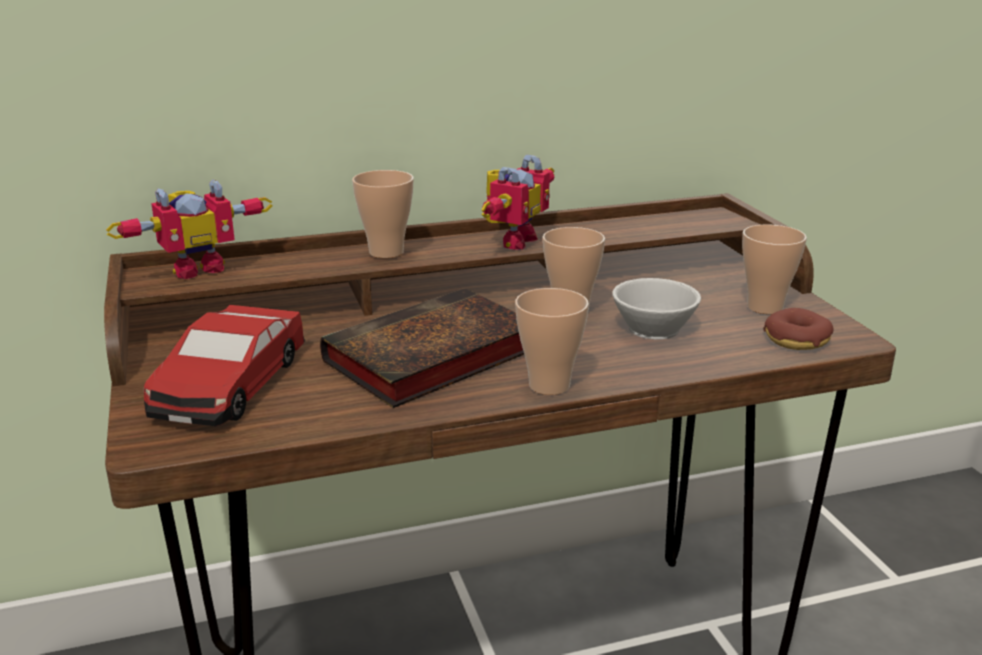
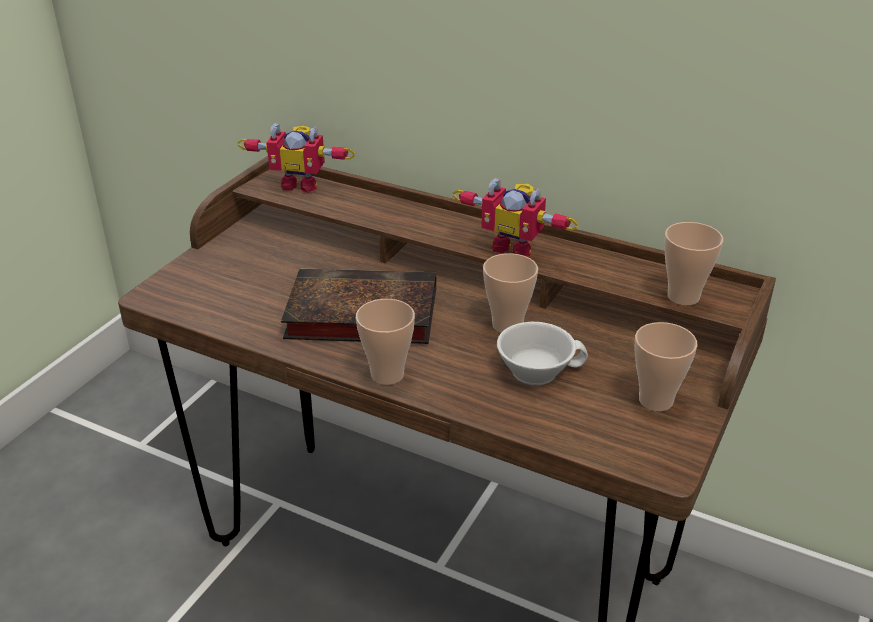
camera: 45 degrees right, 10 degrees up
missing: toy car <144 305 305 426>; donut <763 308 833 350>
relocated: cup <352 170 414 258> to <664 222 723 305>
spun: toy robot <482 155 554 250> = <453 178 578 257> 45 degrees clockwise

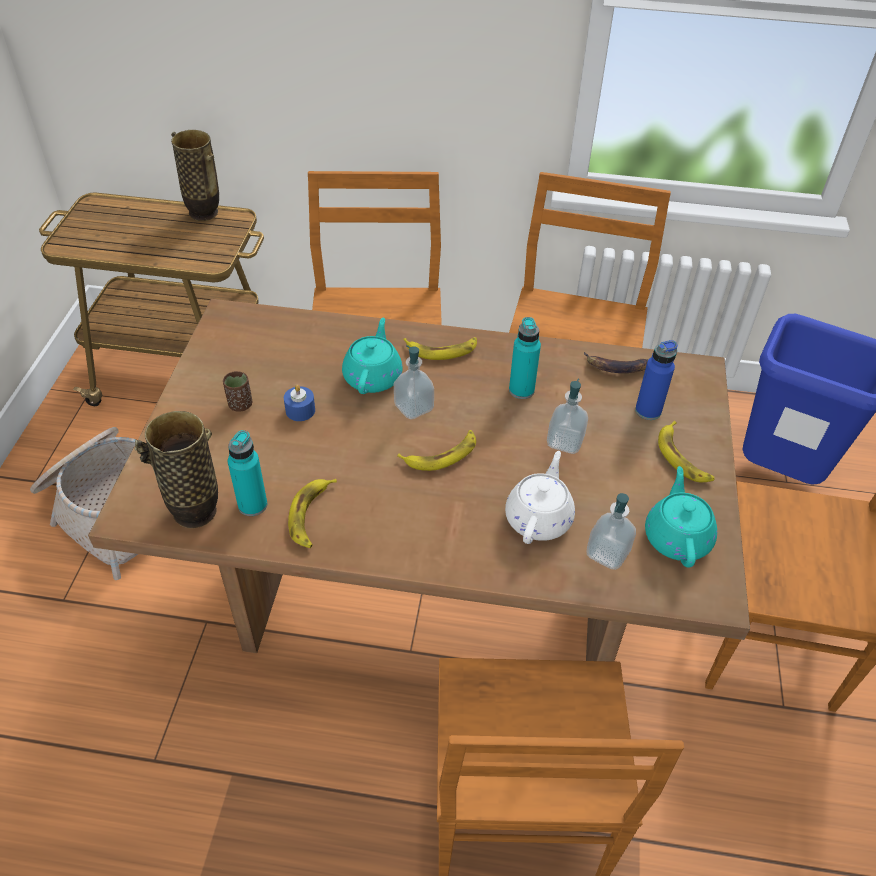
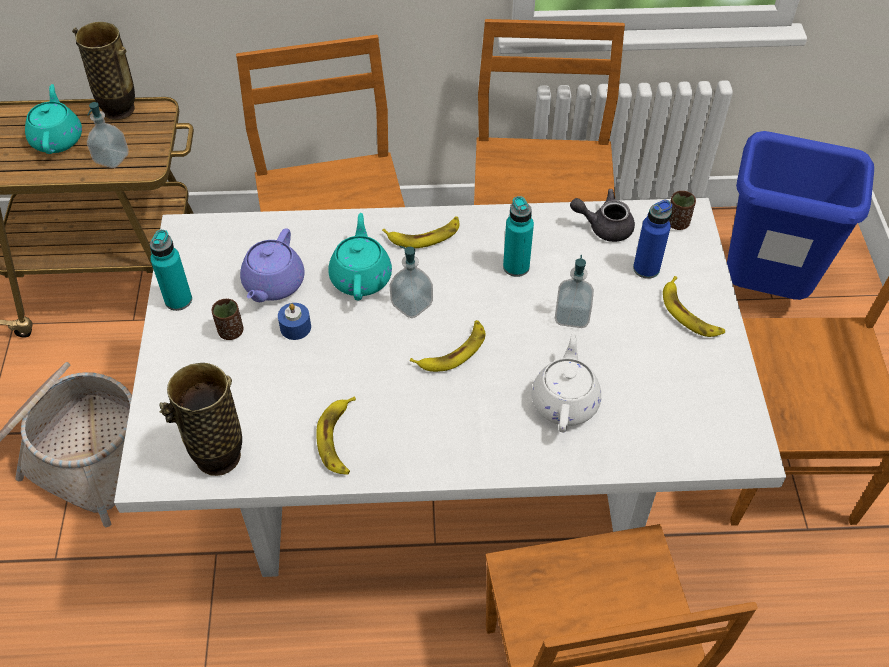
camera: 10 degrees left, 5 degrees up
appeared: brown cup <669 191 696 230>; purple teapot <240 228 305 302>
relocated: turquoise bottle <228 430 267 516> to <150 230 192 311>; turquoise teapot <645 466 717 568> to <25 84 82 154>; soap dispenser <586 493 636 570> to <87 102 129 168>
exchanged: banana <584 352 648 373> to grey teapot <570 189 635 242>
colour: brown dining table <88 299 750 662> to white dining table <114 198 786 577>

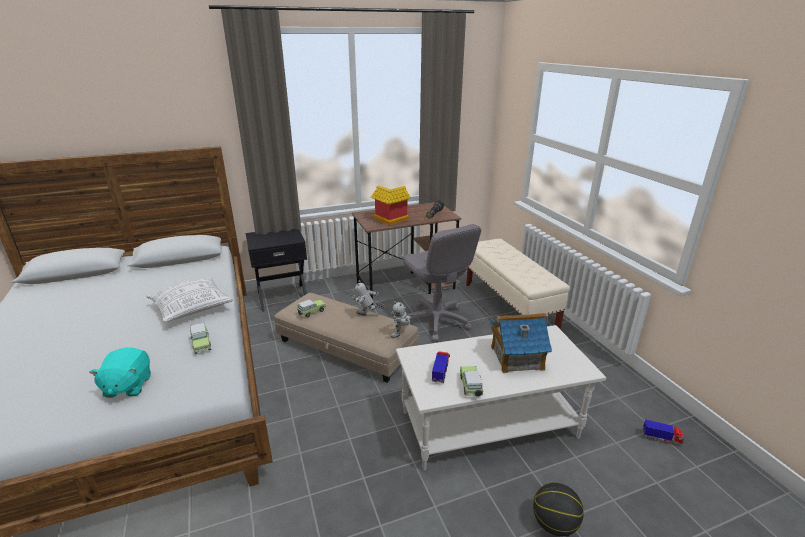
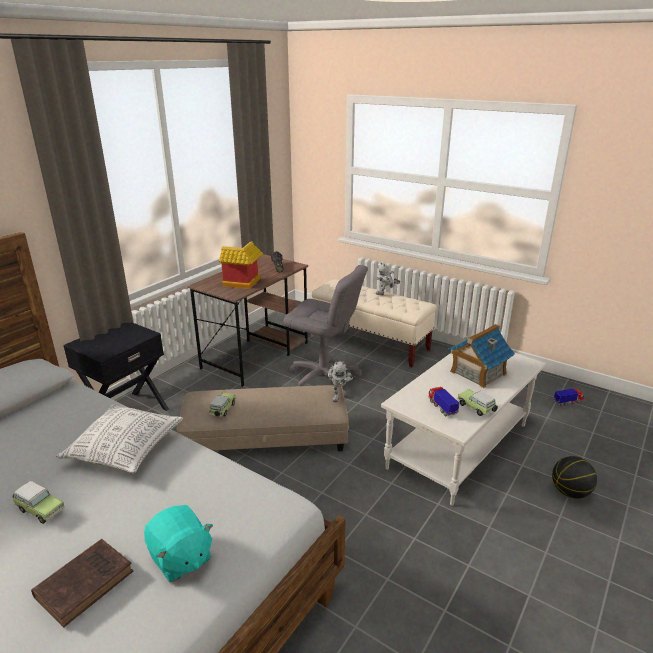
camera: 35 degrees left, 0 degrees up
appeared: brown book <31 539 133 628>
relocated: toy robot <352 280 385 316> to <376 262 401 295>; toy car <190 323 211 354> to <13 481 65 524>

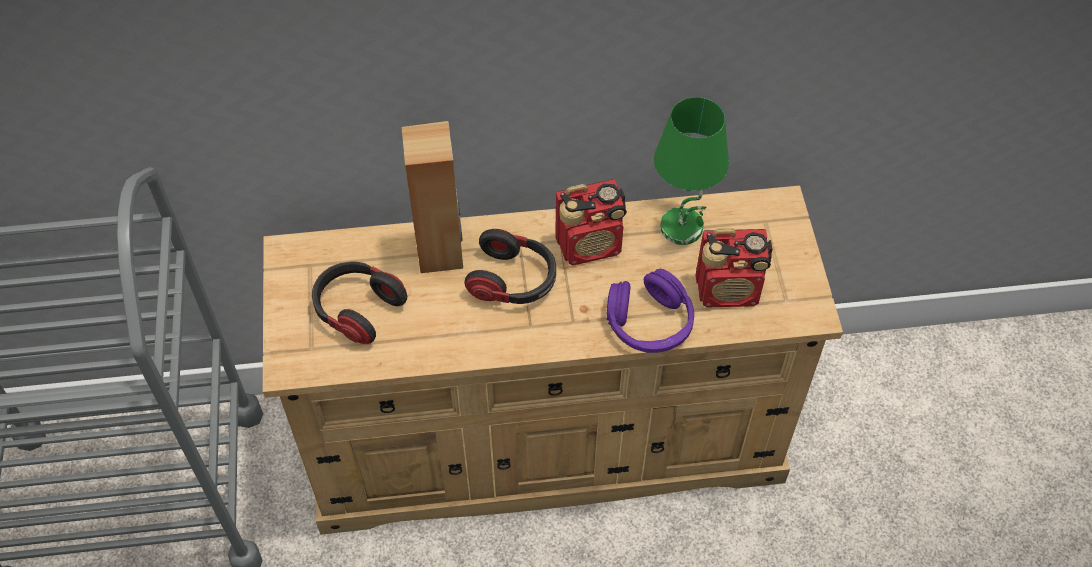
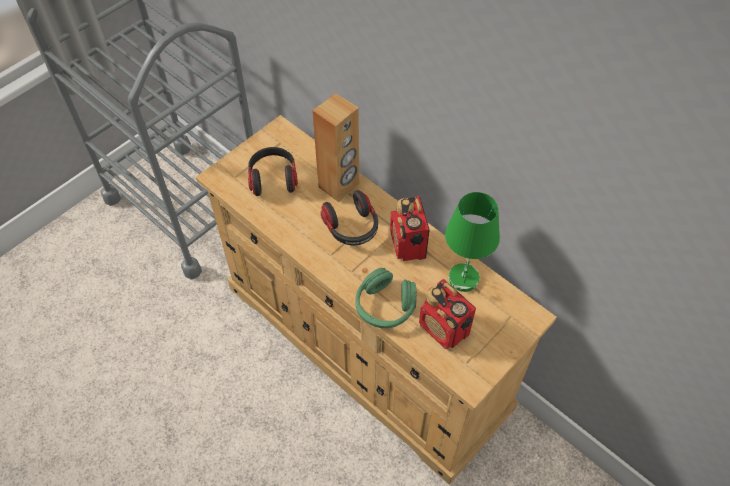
camera: 50 degrees right, 0 degrees up
colour: purple headphones <607 269 694 353> to green headphones <355 268 417 328>
spun: radio <555 179 627 266> = <390 196 430 261> 45 degrees clockwise

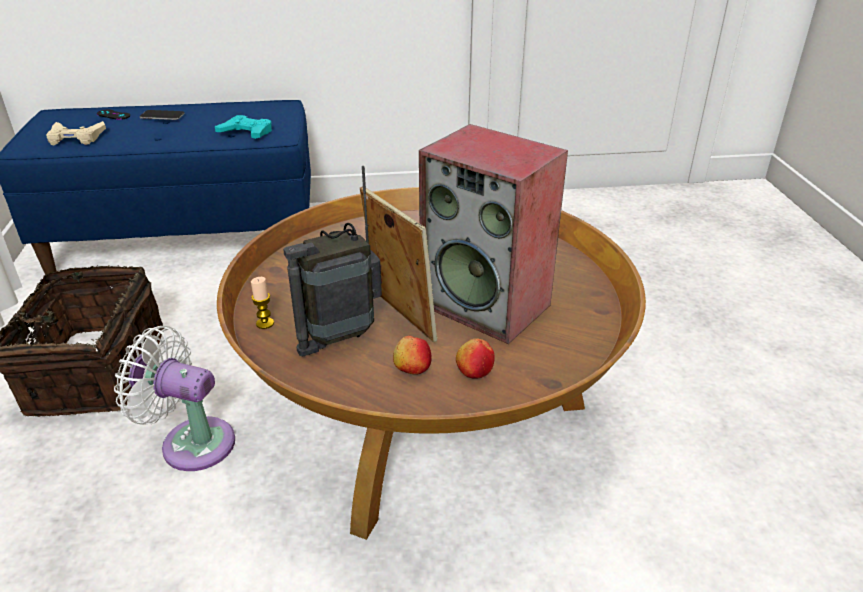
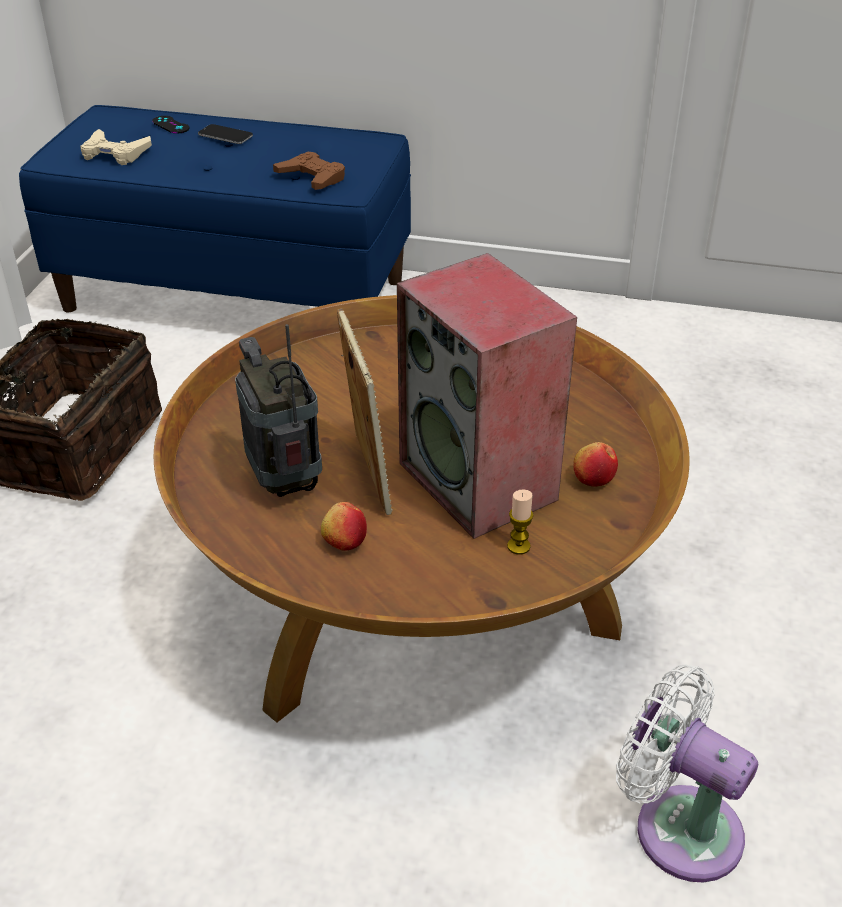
camera: 20 degrees right, 5 degrees up
relocated: candle <251 277 274 329> to <507 489 533 555>; white fan <114 326 235 471> to <616 665 758 882>; apple <456 338 495 379> to <573 442 618 487>
colour: turquoise game controller <215 115 272 139> to brown game controller <273 152 345 190>
spun: radio <283 166 382 356> = <235 324 322 497> 75 degrees clockwise

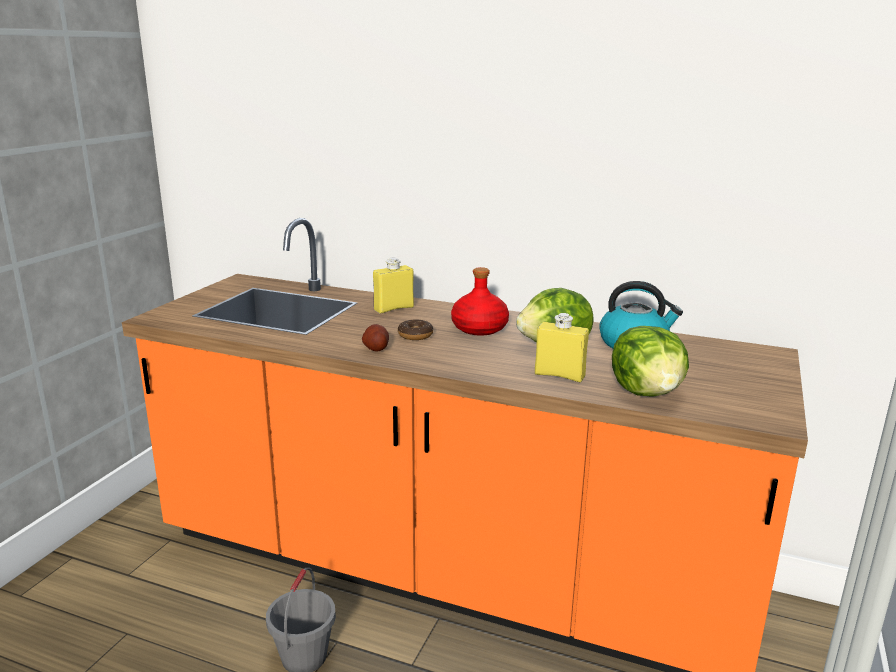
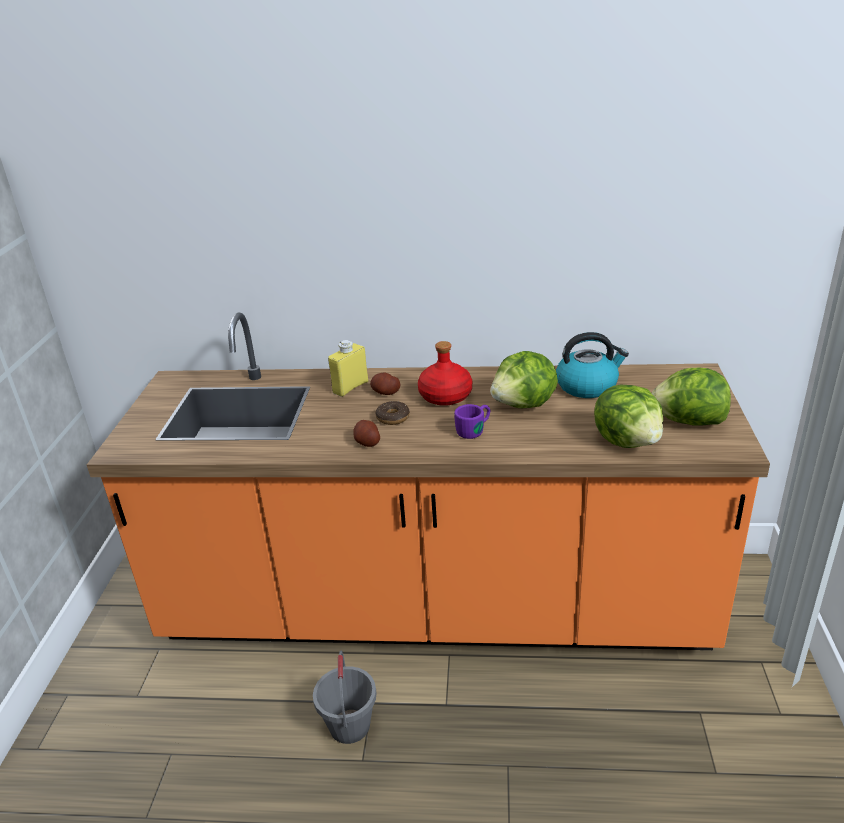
camera: 15 degrees left, 10 degrees up
missing: yellow bottle <535 313 589 382>
appeared: lettuce <652 368 731 426>; potato <370 373 400 395>; purple mug <454 404 491 439>

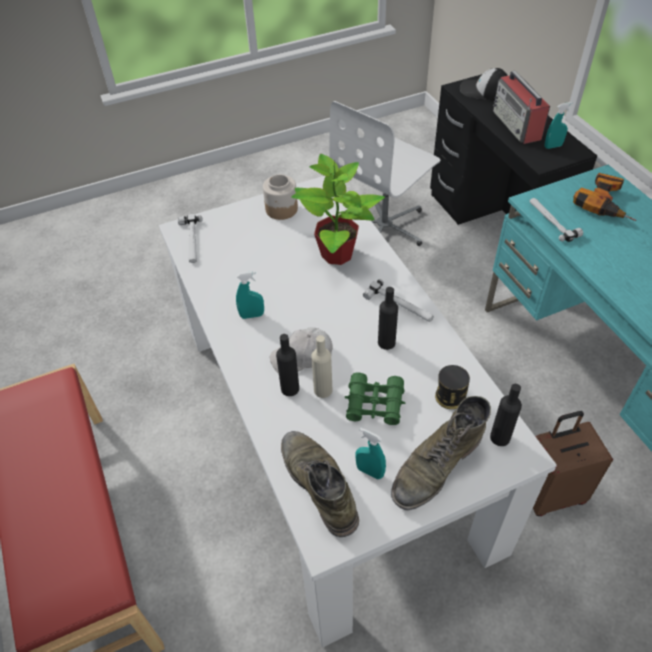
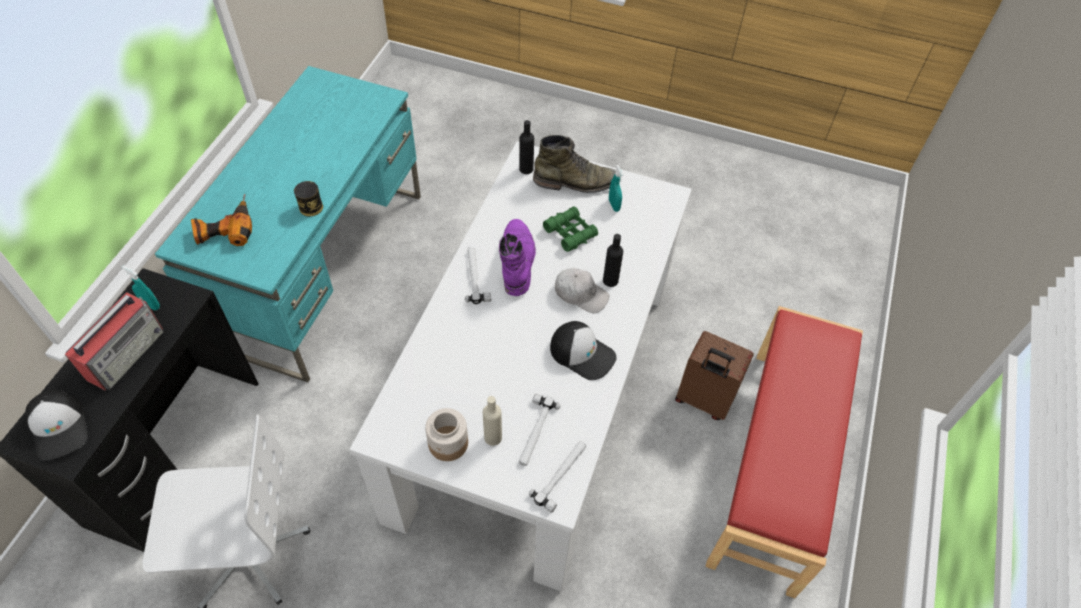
camera: 140 degrees left, 5 degrees up
missing: potted plant <292 154 385 265>; green boot <281 431 359 537>
relocated: hammer <530 198 583 242> to <519 394 561 466>; beige bottle <312 335 332 398> to <483 396 502 446>; can <435 365 470 409> to <294 181 323 217>; brown suitcase <533 411 613 516> to <675 331 754 420>
exchanged: turquoise spray bottle <236 271 264 319> to cap <550 321 617 380>; black bottle <378 287 398 350> to purple boot <499 219 536 296>

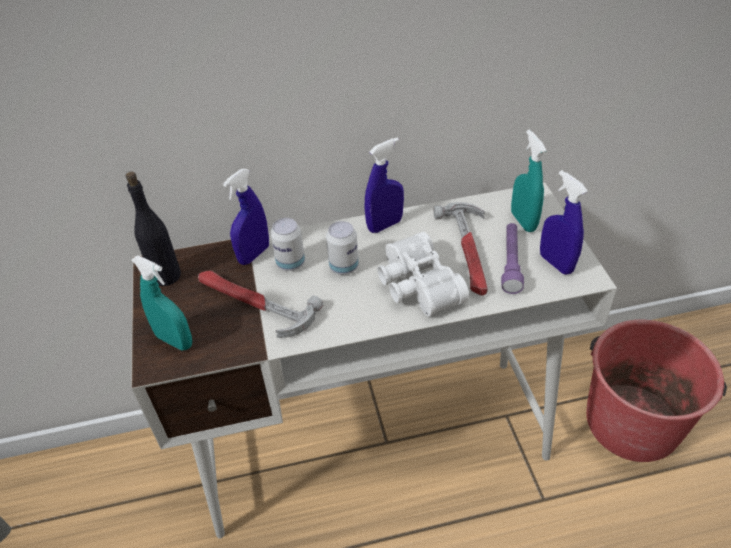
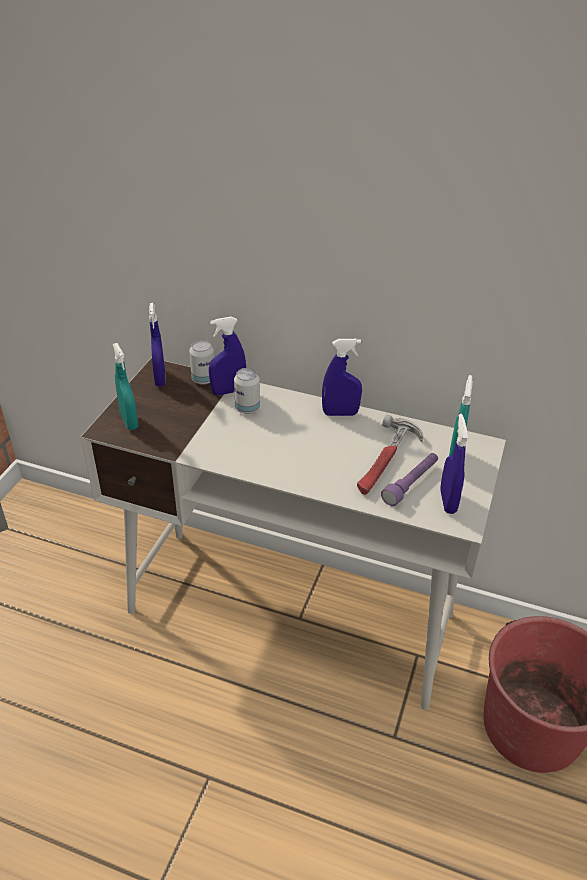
camera: 30 degrees right, 5 degrees down
missing: white binoculars <377 232 469 317>; hammer <198 270 323 338>
relocated: can <326 221 359 275> to <189 340 214 385>
exchanged: black bottle <126 172 181 286> to blue spray bottle <149 303 165 386>

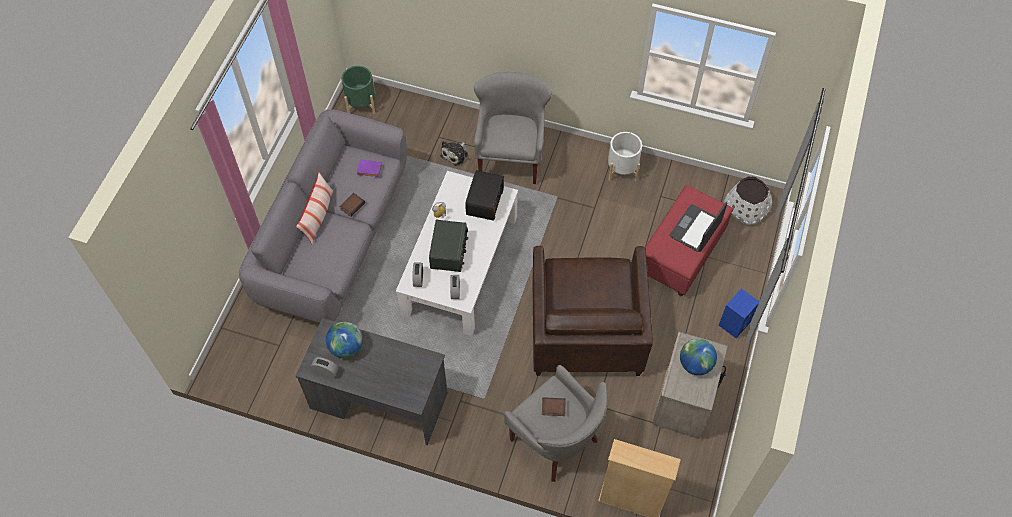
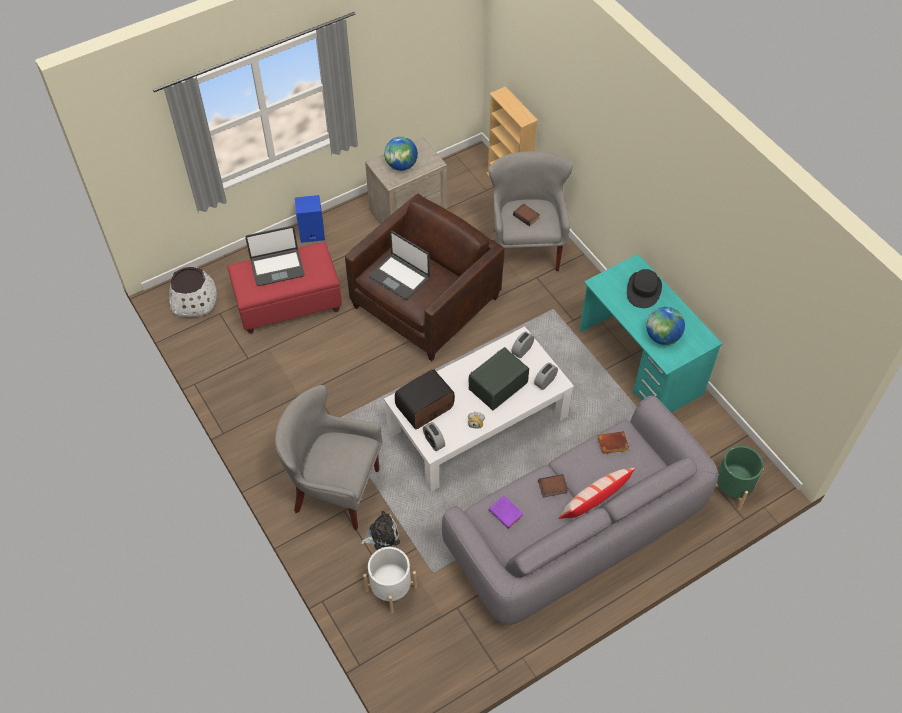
camera: 140 degrees left, 5 degrees down
appeared: laptop <369 231 430 300>; black hat <627 269 662 308>; brown book <598 431 629 454>
relocated: green planter <342 66 375 114> to <715 446 764 510>; white planter <608 132 642 181> to <363 547 417 614>; alarm clock <311 357 338 378> to <423 422 445 451>
colour: grey desk <296 318 447 446> to turquoise desk <579 254 723 413>
spun: grey armchair <474 72 552 184> = <275 385 382 530> 60 degrees clockwise

